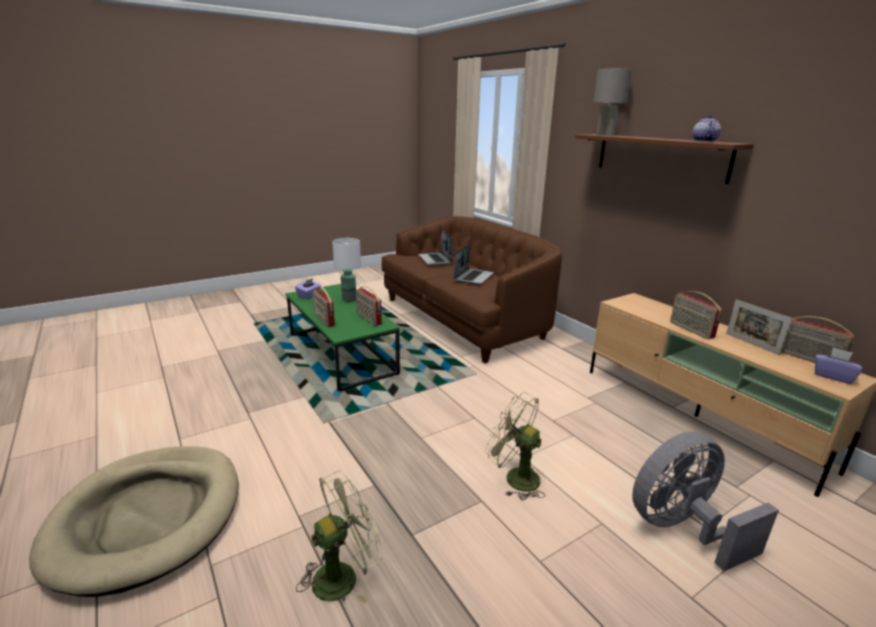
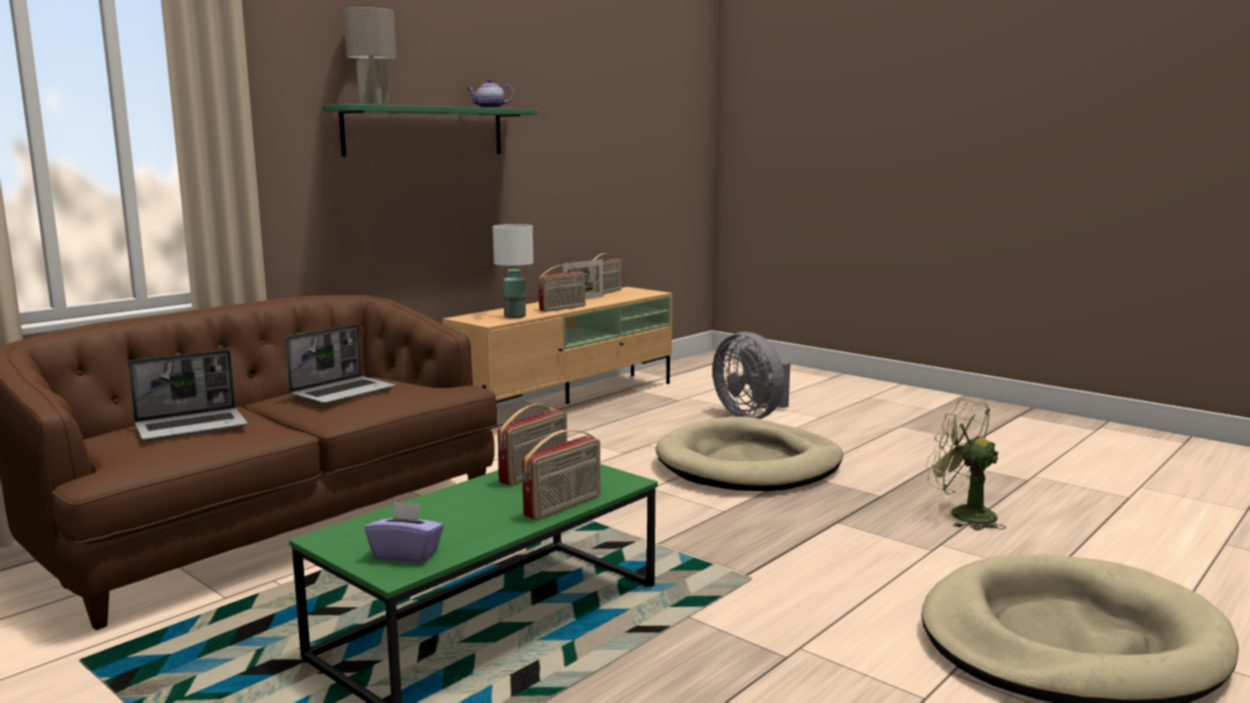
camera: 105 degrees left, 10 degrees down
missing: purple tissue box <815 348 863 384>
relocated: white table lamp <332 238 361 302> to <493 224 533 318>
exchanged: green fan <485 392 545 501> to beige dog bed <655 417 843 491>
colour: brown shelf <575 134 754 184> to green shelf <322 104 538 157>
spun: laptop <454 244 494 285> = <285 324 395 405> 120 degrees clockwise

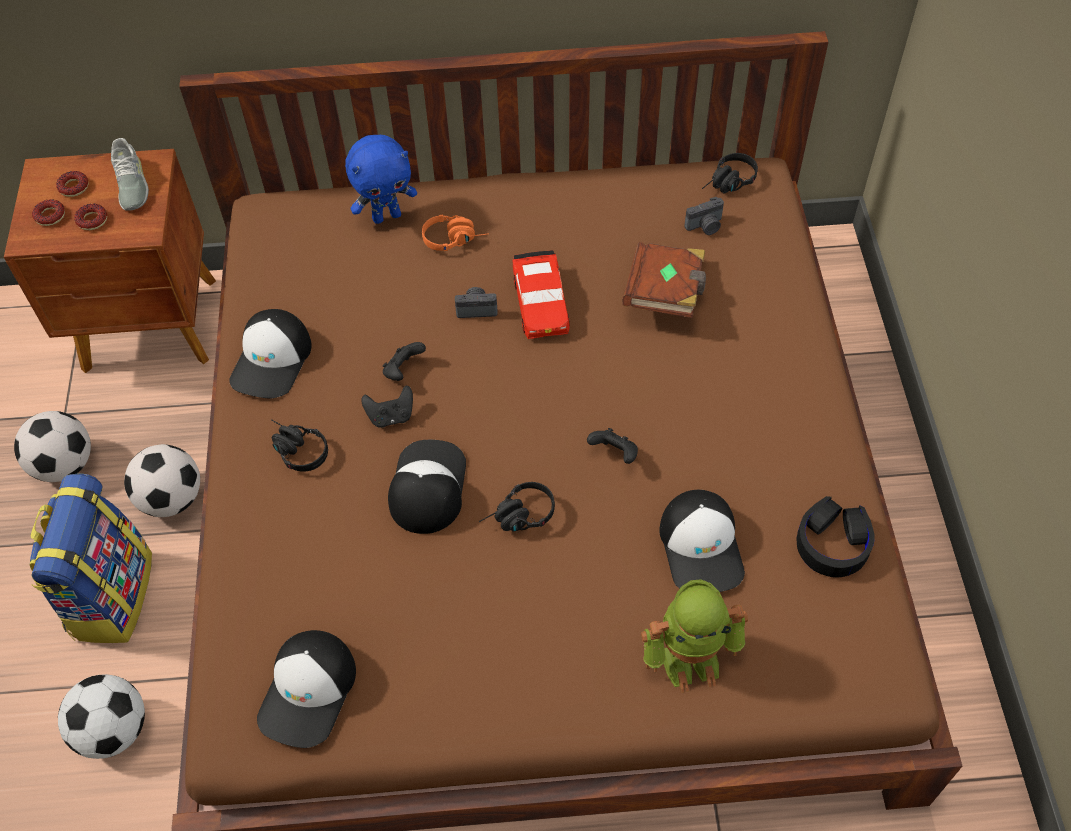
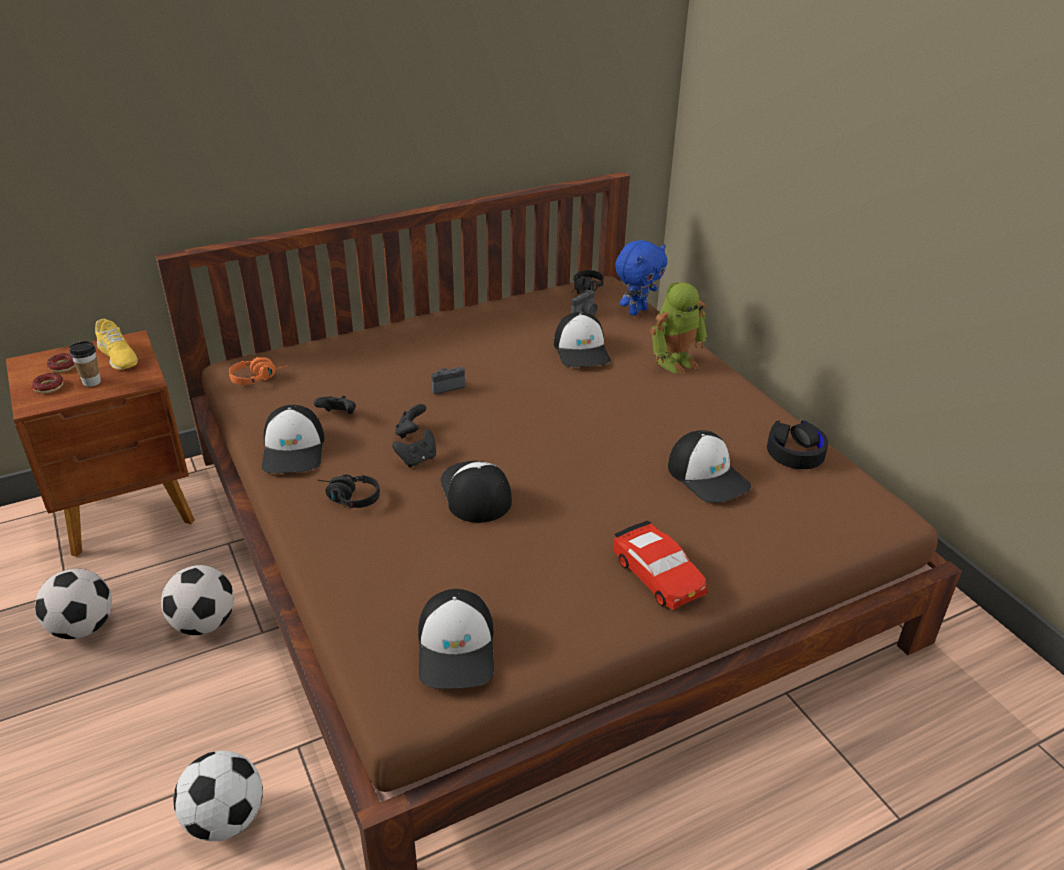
camera: 25 degrees left, 20 degrees down
missing: backpack <30 474 152 643>; black headphones <479 482 555 531>
relocated: blue plush toy <345 135 417 224> to <615 240 667 316>; orange headphones <422 215 489 251> to <229 357 287 385>; red toy car <513 250 570 339> to <614 520 707 610>; black game controller <587 428 638 464> to <314 396 356 414>; toy robot <641 579 748 693> to <650 282 707 375>
exchanged: donut <74 204 107 230> to cup <69 341 101 387>; brown book <623 242 706 318> to cap <554 312 611 367>
colour: grey shoe <111 138 149 211> to yellow shoe <95 319 138 370>

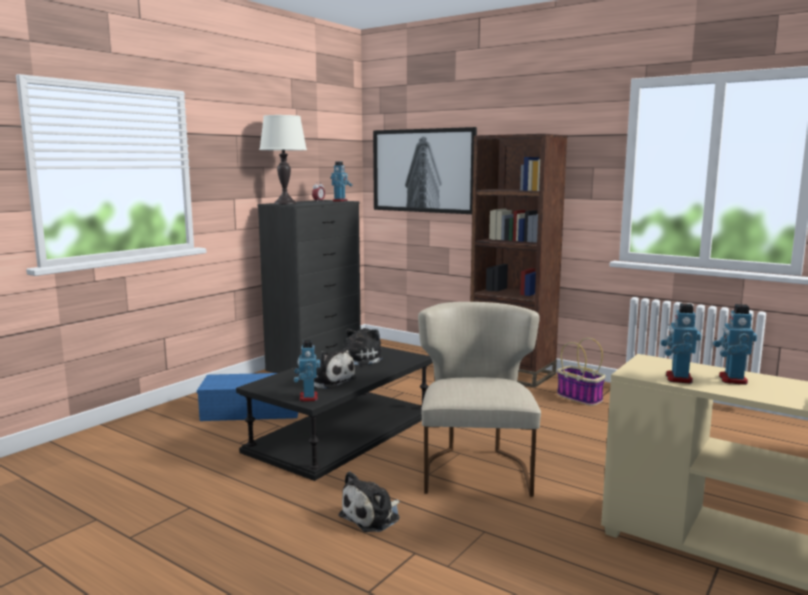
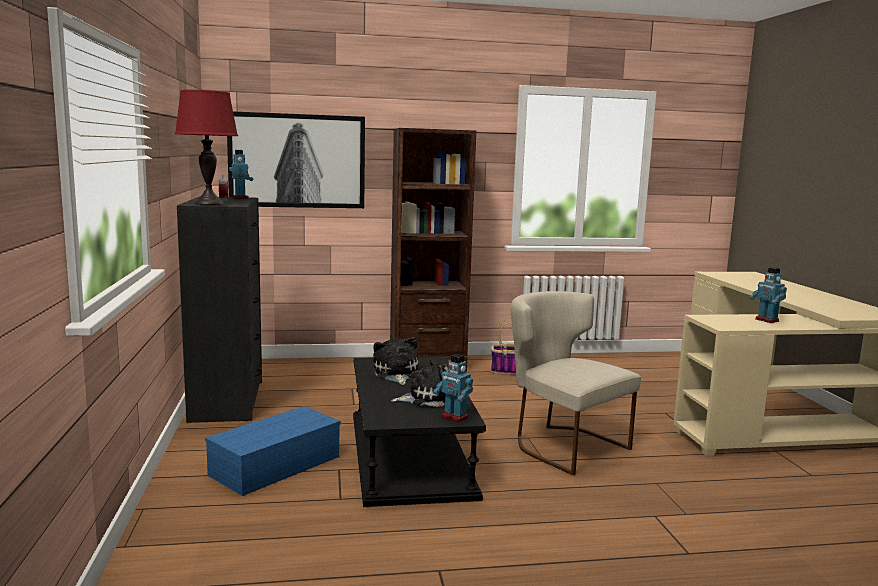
camera: 45 degrees left, 0 degrees up
missing: toy robot <661 303 701 384>; plush toy <338 471 400 532>
colour: white table lamp <259 115 307 204> to red table lamp <175 89 238 205>

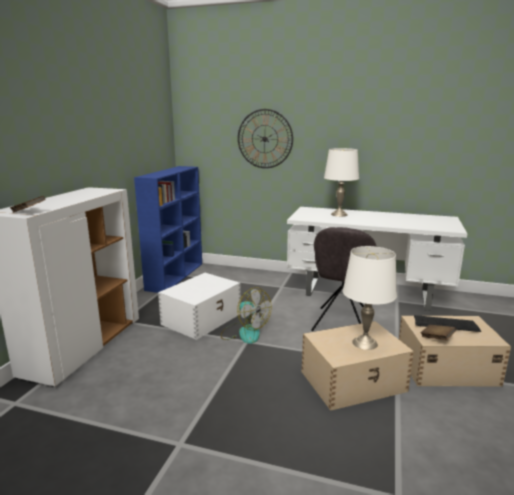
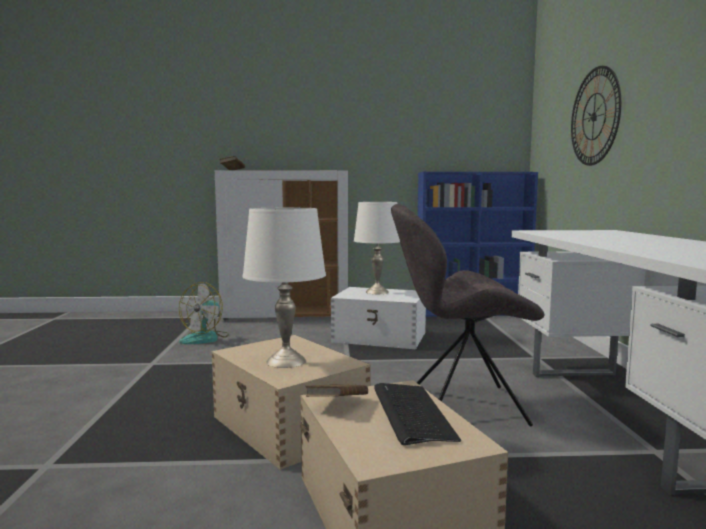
camera: 70 degrees right, 10 degrees down
relocated: white table lamp <324 148 359 217> to <354 202 400 294>; fan <221 287 272 344> to <179 282 229 344>

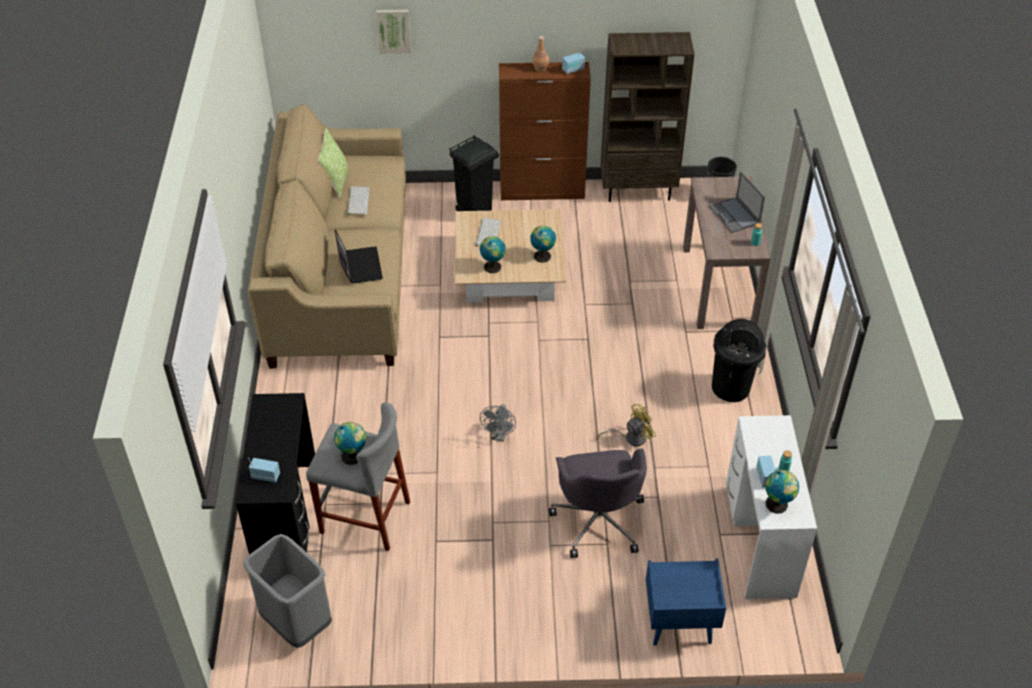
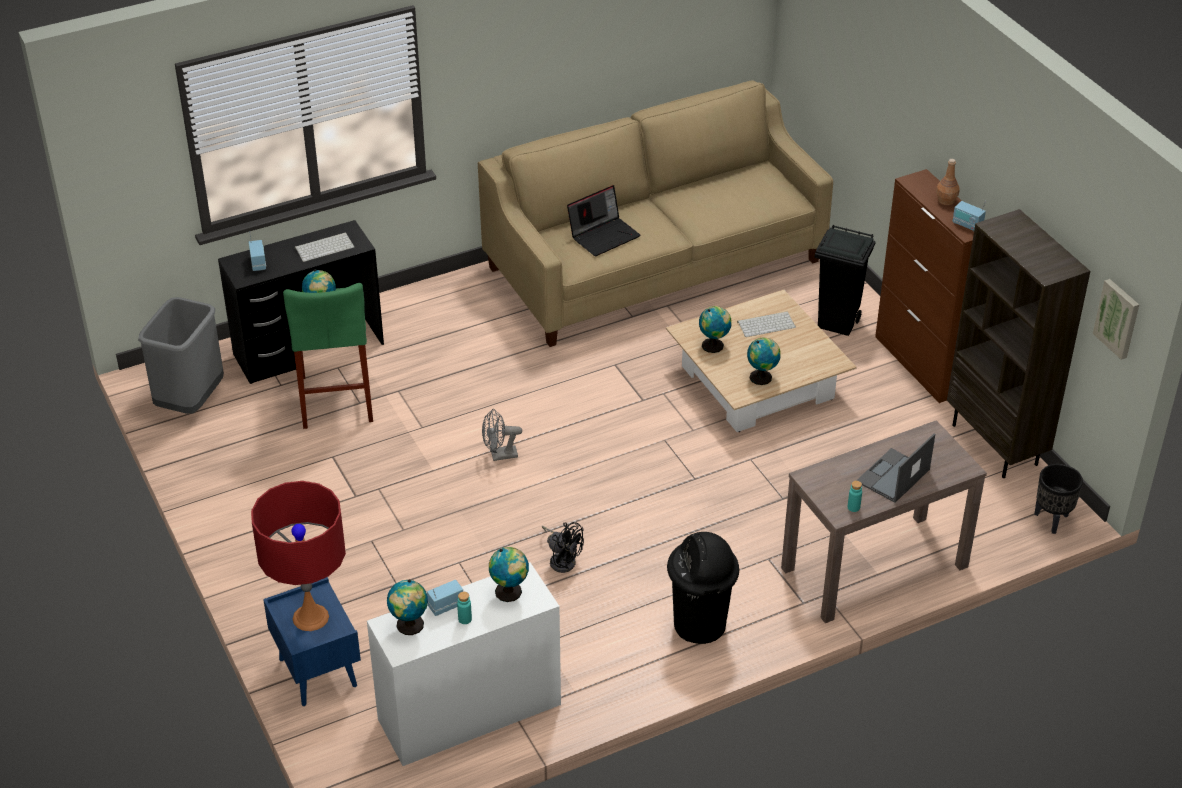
camera: 65 degrees right, 5 degrees down
missing: pillow <318 128 348 199>; grey office chair <549 448 647 558>
appeared: red table lamp <251 481 346 631>; globe <489 547 529 602>
relocated: picture <376 9 411 53> to <1093 279 1139 360>; keyboard <347 186 370 215> to <295 232 354 262>
colour: grey stool <306 402 410 551> to green stool <283 283 373 429>; yellow fan <598 404 656 447> to black fan <541 522 584 573>

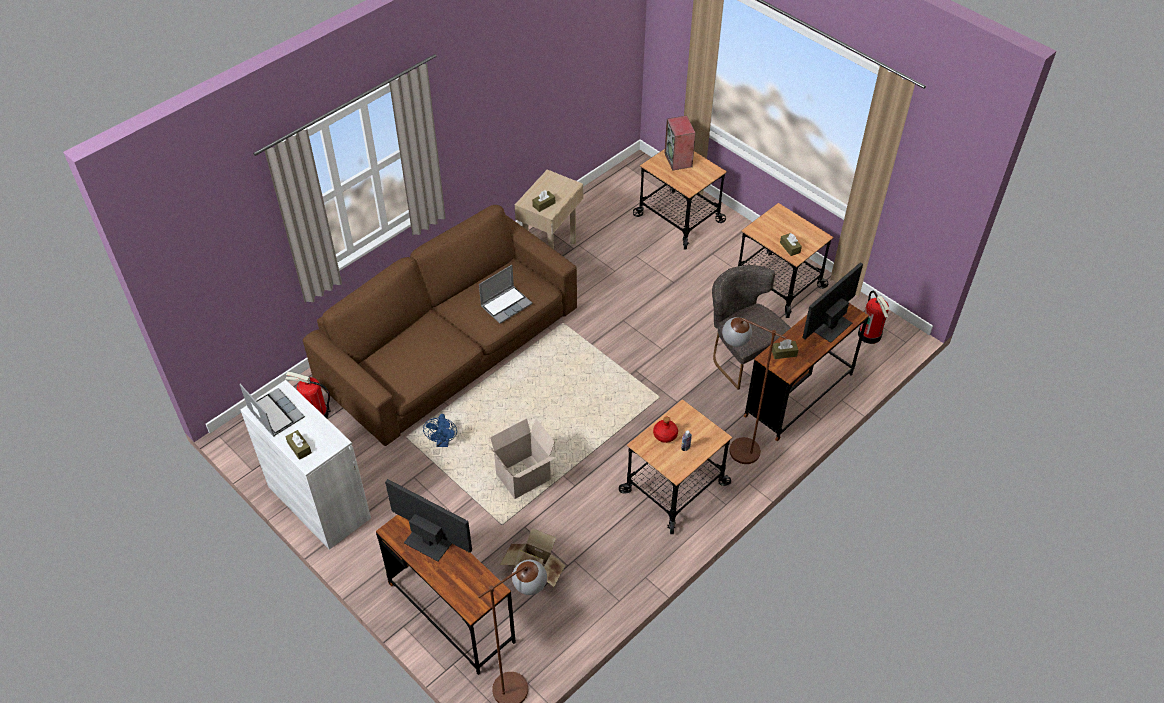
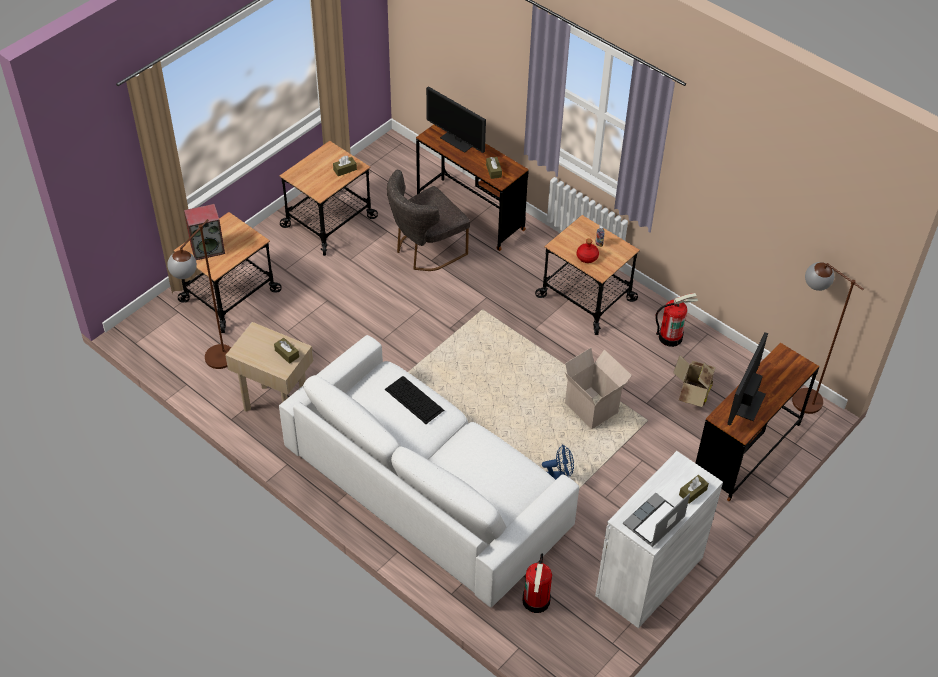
camera: 95 degrees left, 0 degrees up
relocated: fire extinguisher <858 291 890 344> to <655 293 698 347>; brown floor lamp <722 317 786 464> to <167 219 231 369>
exchanged: laptop <479 265 532 324> to keyboard <385 376 444 424>
colour: brown sofa <303 205 577 446> to white sofa <279 335 579 607>

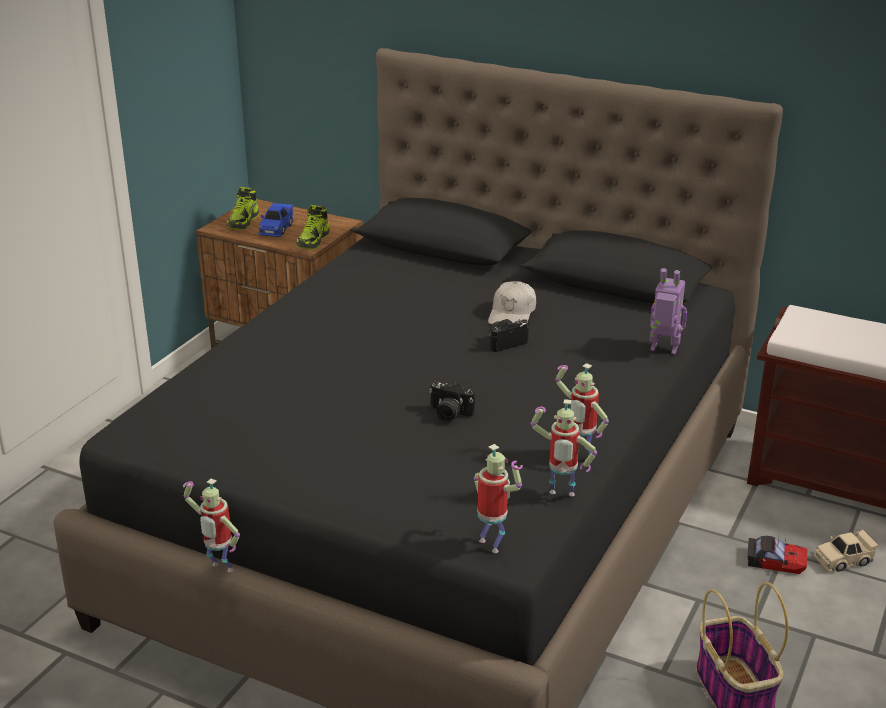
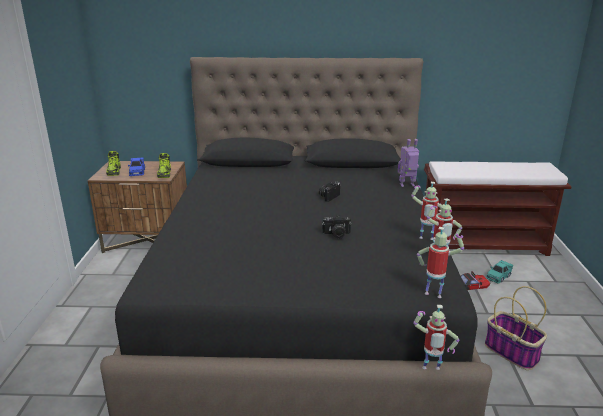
camera: 25 degrees left, 5 degrees down
missing: white cap <488 281 536 324>
relocated: toy robot <183 479 240 572> to <413 305 460 370>
colour: beige toy car <814 530 878 572> to turquoise toy car <486 260 513 284>

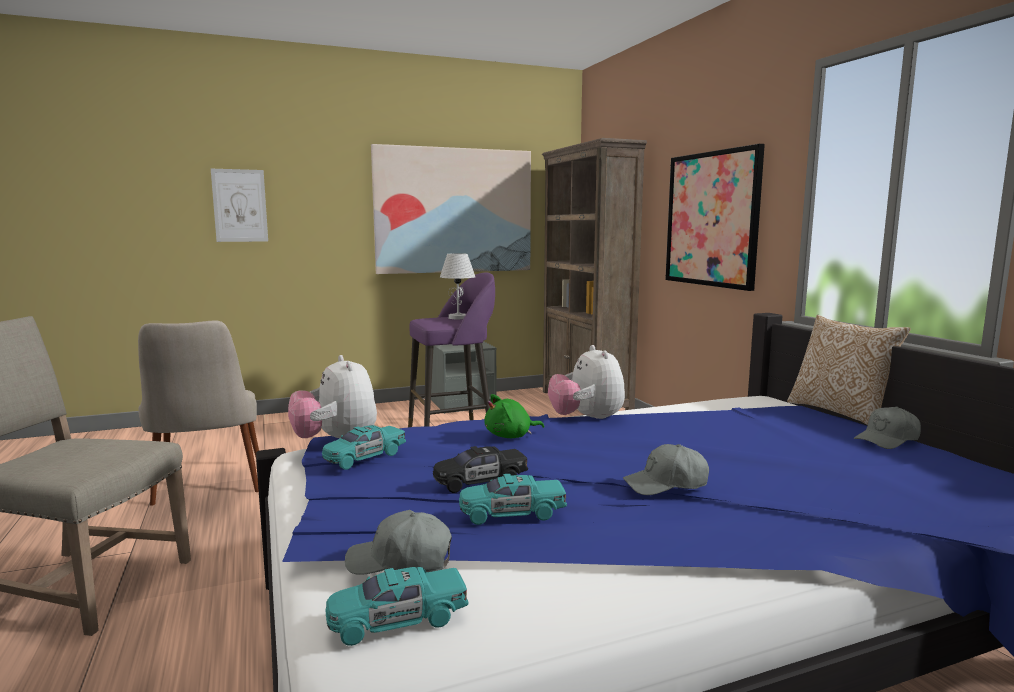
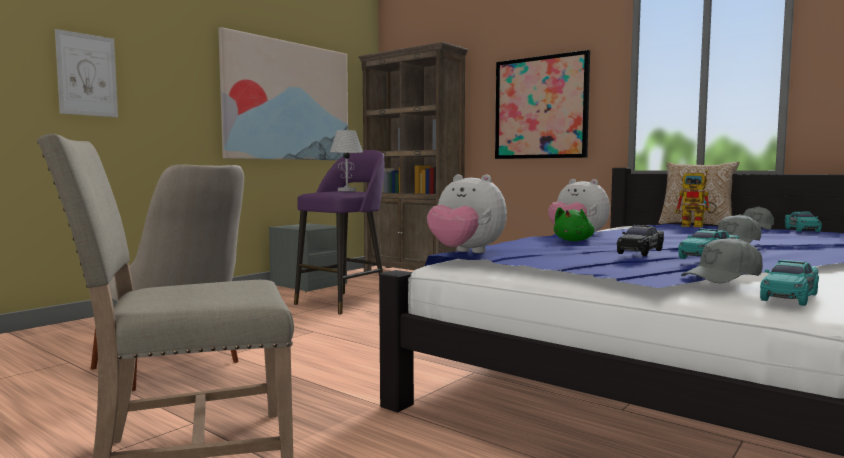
camera: 30 degrees left, 5 degrees down
appeared: toy robot <675 170 717 227>
relocated: turquoise toy car <322 425 406 470> to <785 211 822 232>

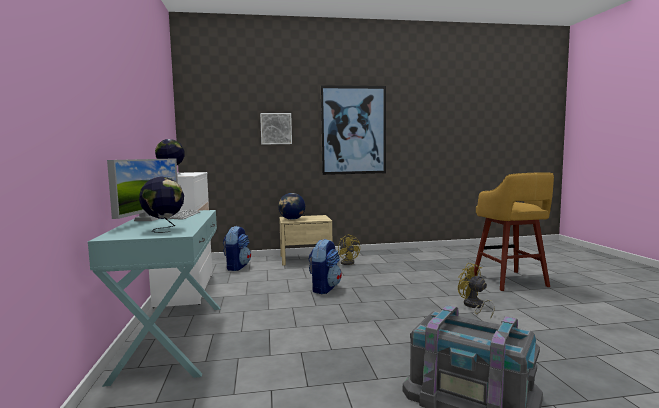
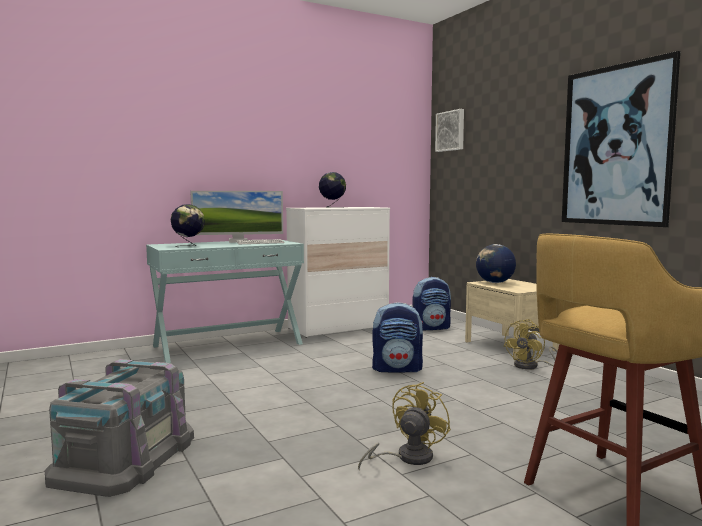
camera: 70 degrees right, 0 degrees up
relocated: picture <260 113 292 144> to <435 109 464 152>

